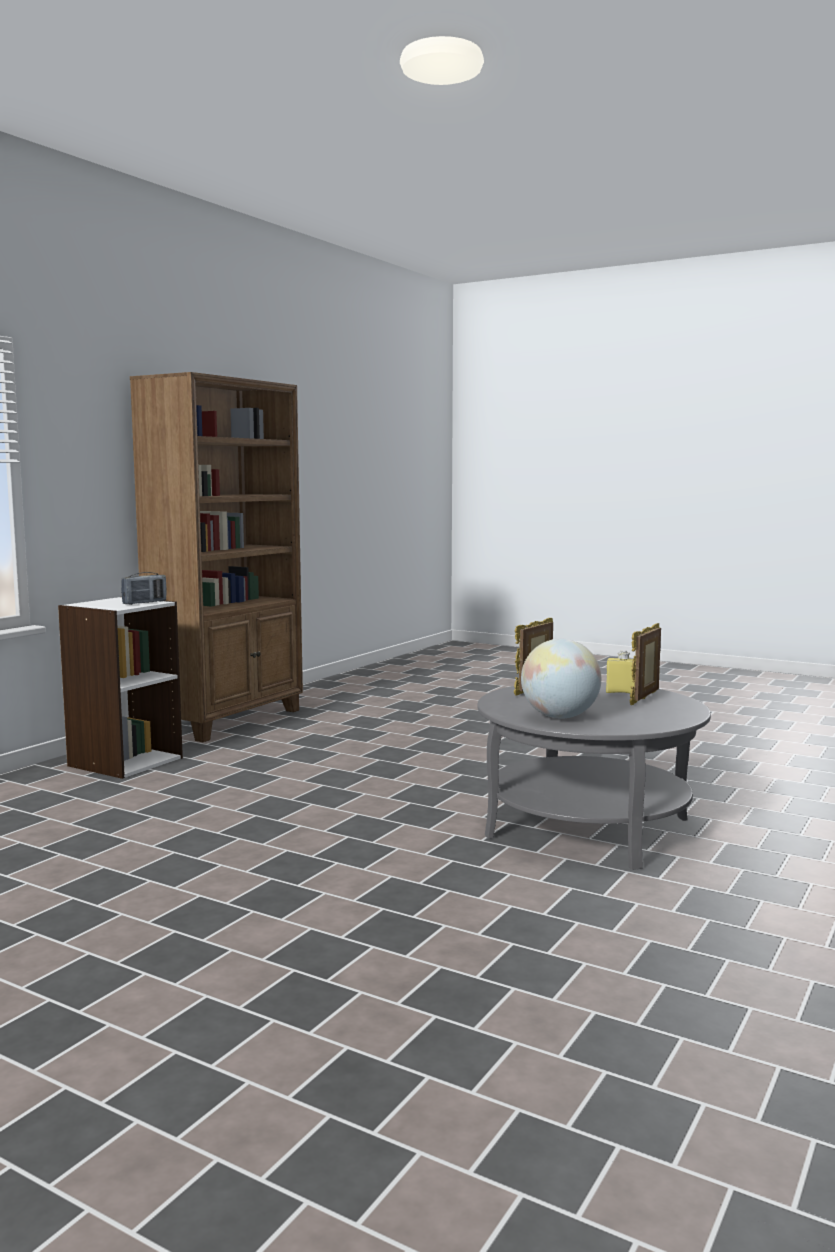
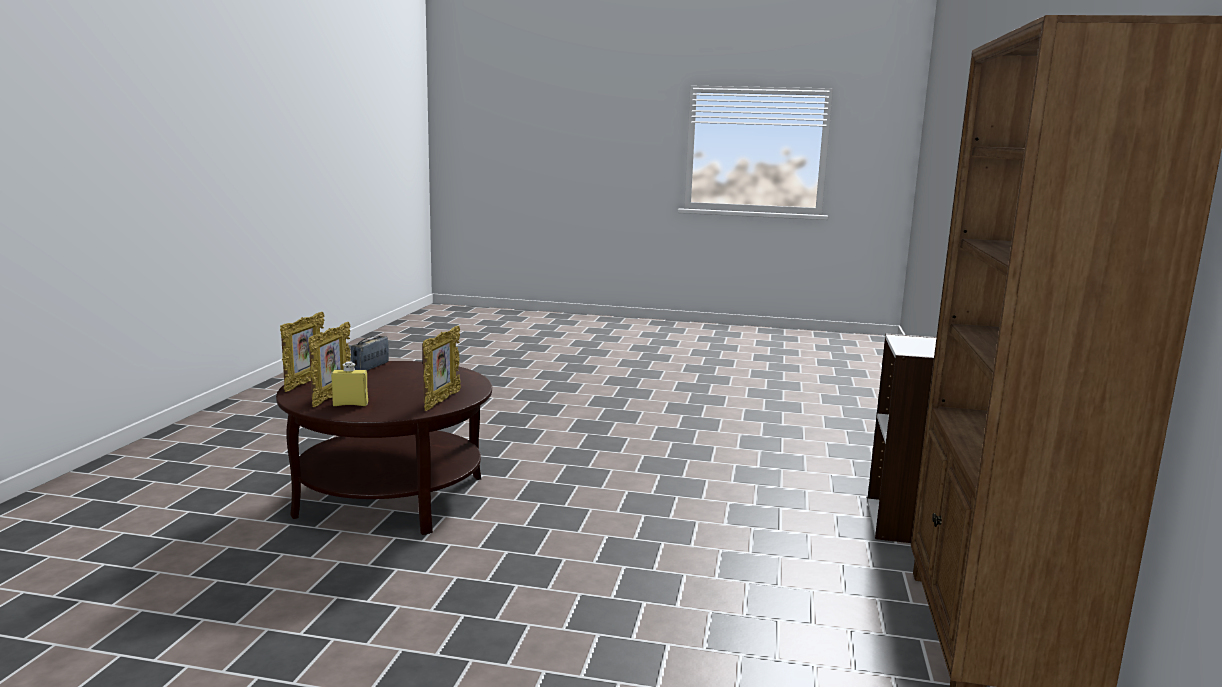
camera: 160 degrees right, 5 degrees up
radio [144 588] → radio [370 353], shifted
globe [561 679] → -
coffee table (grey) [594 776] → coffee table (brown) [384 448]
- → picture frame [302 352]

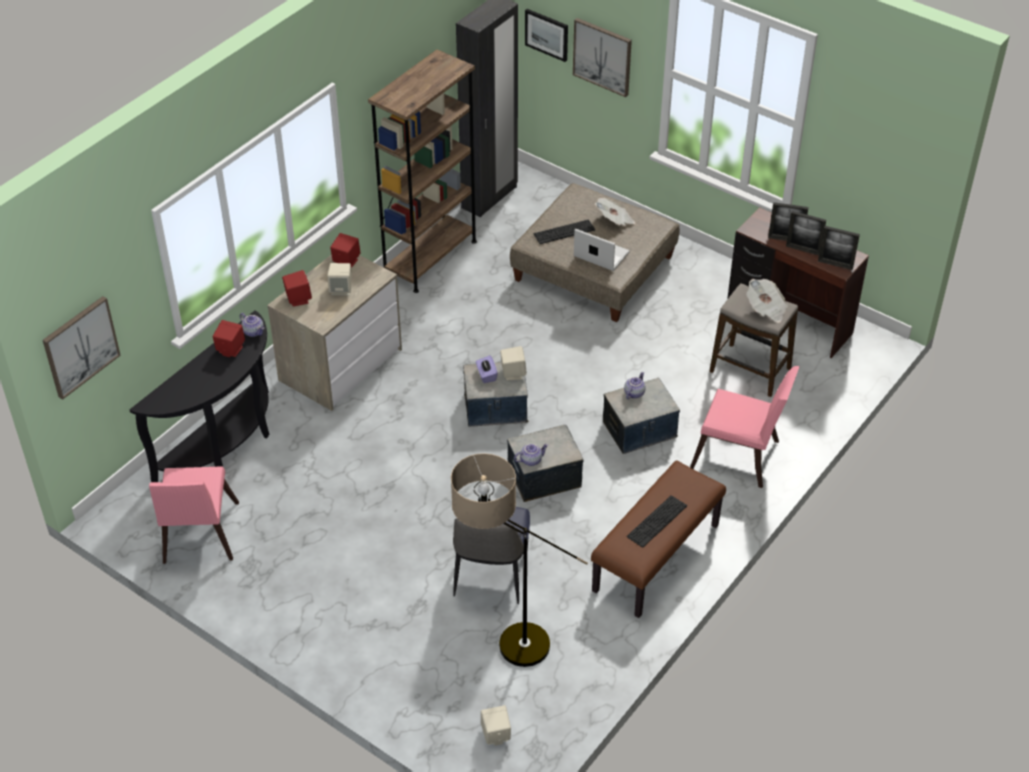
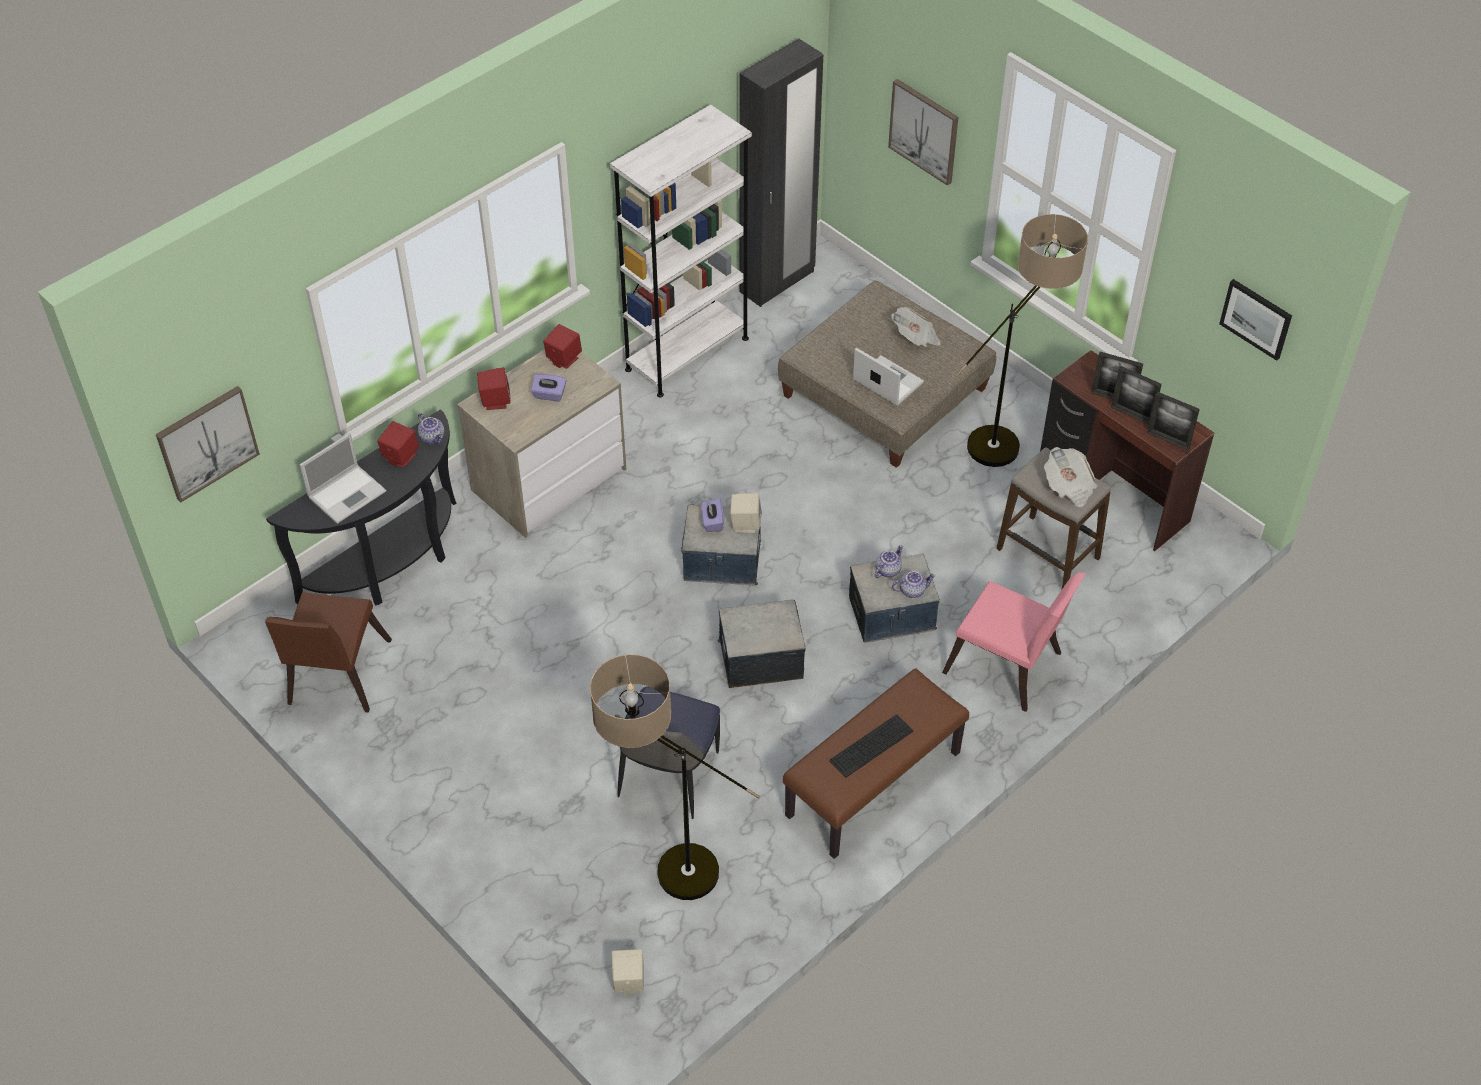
camera: 10 degrees right, 5 degrees up
picture [546 35] → picture [1255 320], shifted
bookcase (brown) [422 171] → bookcase (white) [681 250]
keyboard [564 232] → -
speaker (beige) [339 279] → tissue box (purple) [549 388]
teapot [531 455] → teapot [913 584], shifted
chair (pink) [194 515] → chair (brown) [328 652]
- → floor lamp [1022 340]
- → laptop [343 478]

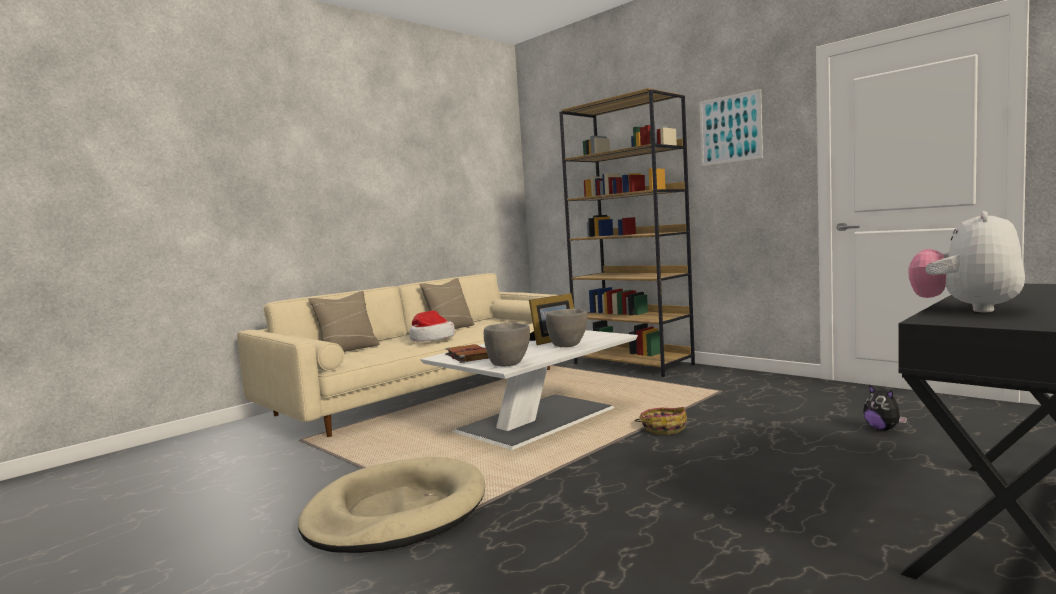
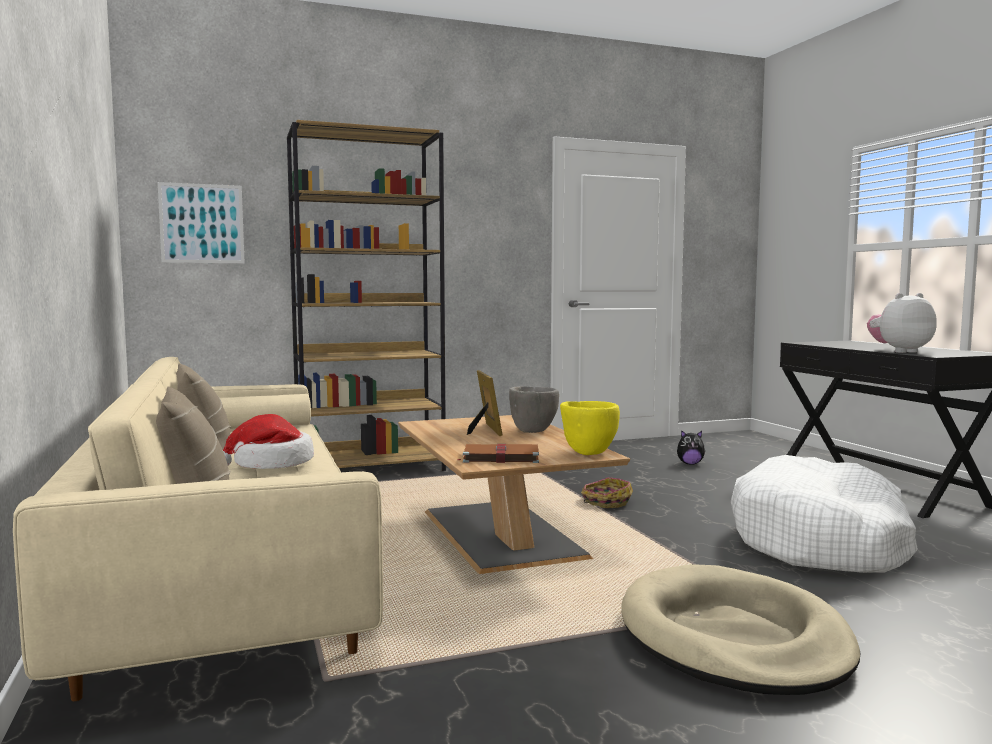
camera: 65 degrees left, 0 degrees up
picture [731 127] → picture [201 223], shifted
plush toy [966 261] → plush toy [902 323], 105 degrees clockwise
bowl (grey) [507 345] → bowl (yellow) [590 428]
coffee table (white) [529 390] → coffee table (brown) [514 494]
- → dog bed (white) [824 514]

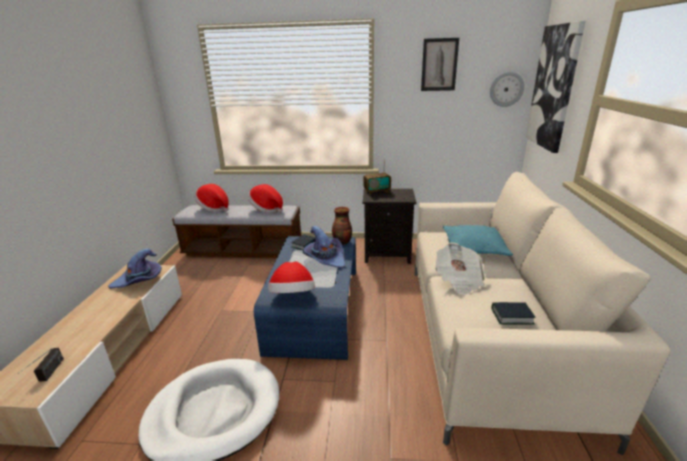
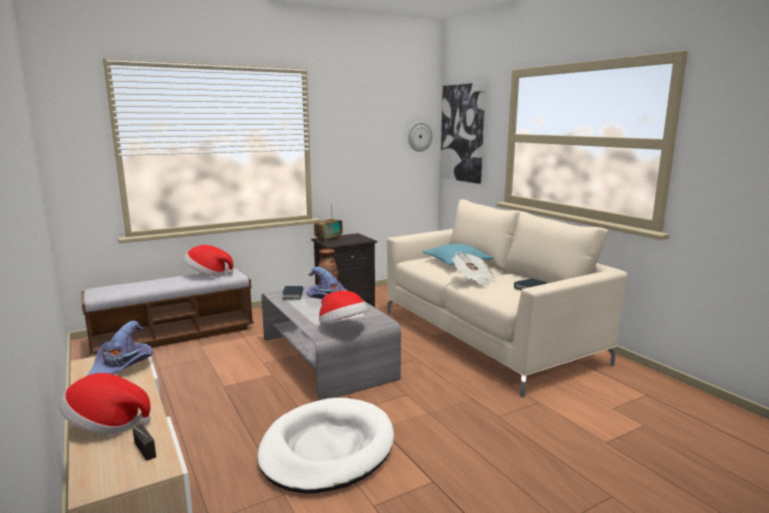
camera: 35 degrees left, 10 degrees down
picture [440 64] → -
hat [212 198] → hat [105 403], shifted
coffee table (blue) [305 298] → coffee table (grey) [331 343]

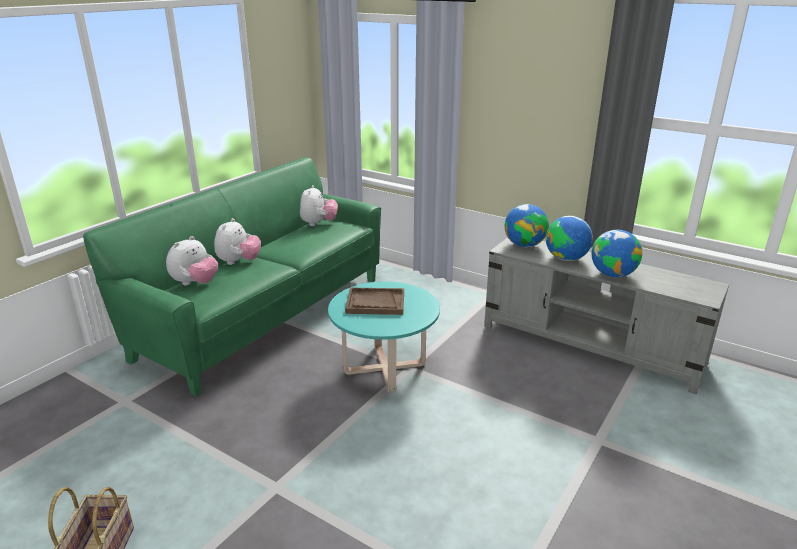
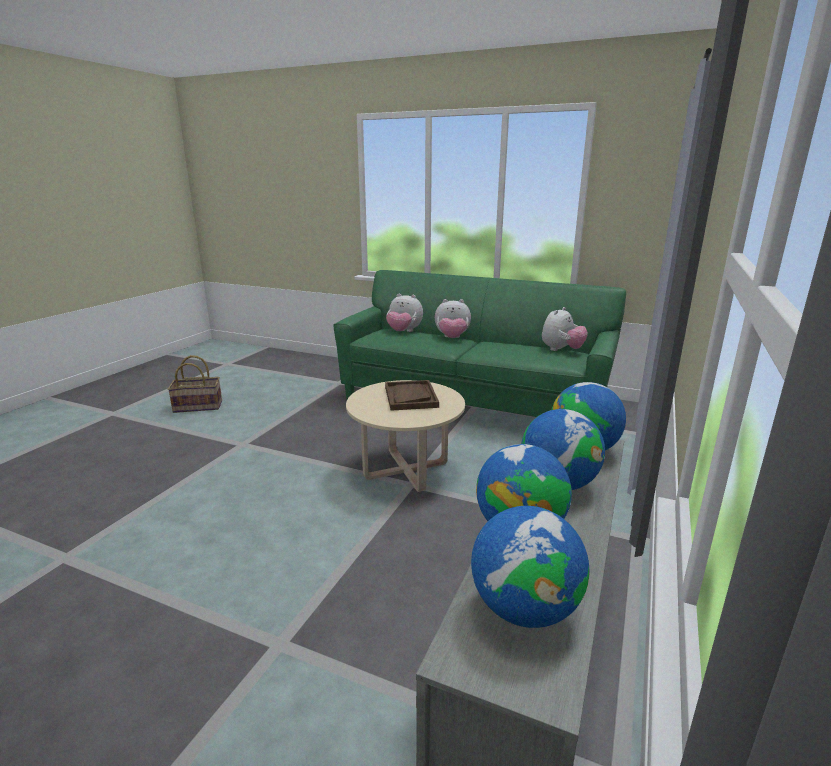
camera: 80 degrees right, 5 degrees down
plush toy [319 205] → plush toy [565 329], 45 degrees counterclockwise
coffee table (turquoise) [384 336] → coffee table (beige) [405 436]
- → globe [530 567]

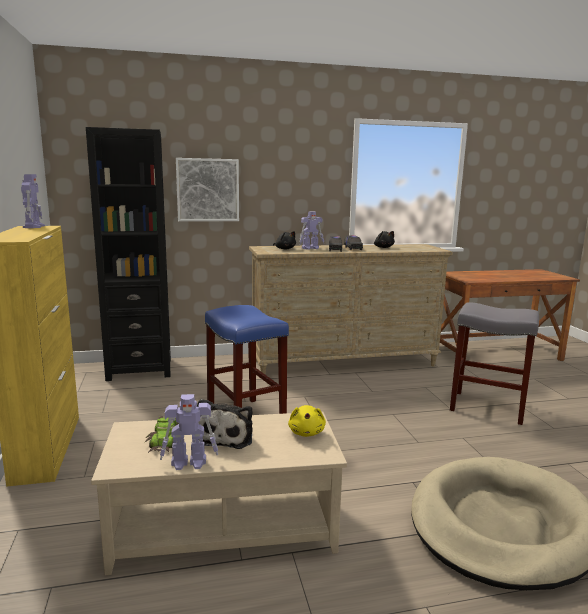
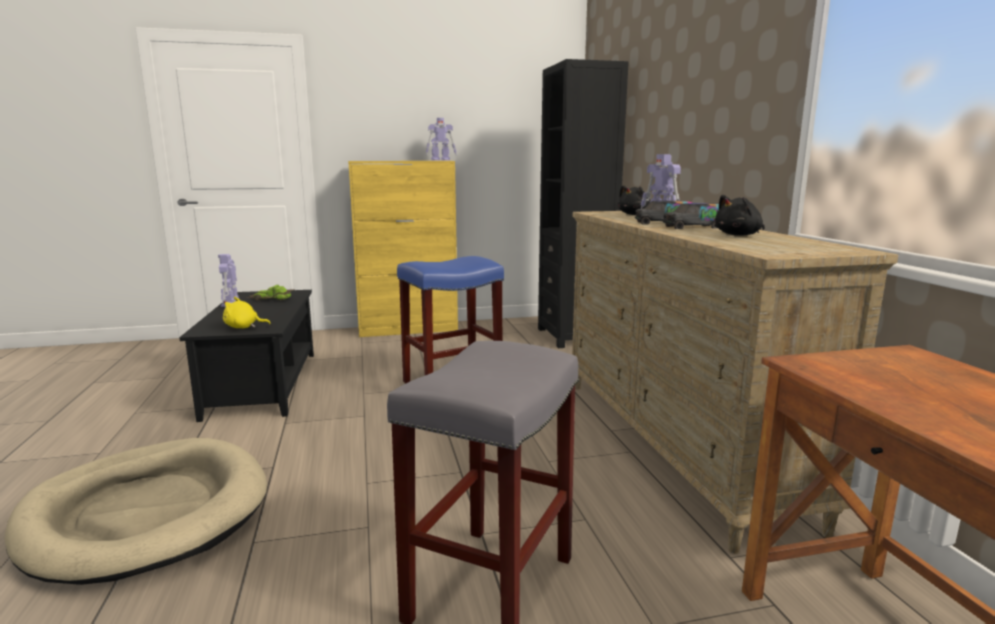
camera: 90 degrees right, 0 degrees up
picture [207 189] → -
plush toy [224 424] → -
coffee table (beige) [219 493] → coffee table (black) [246 356]

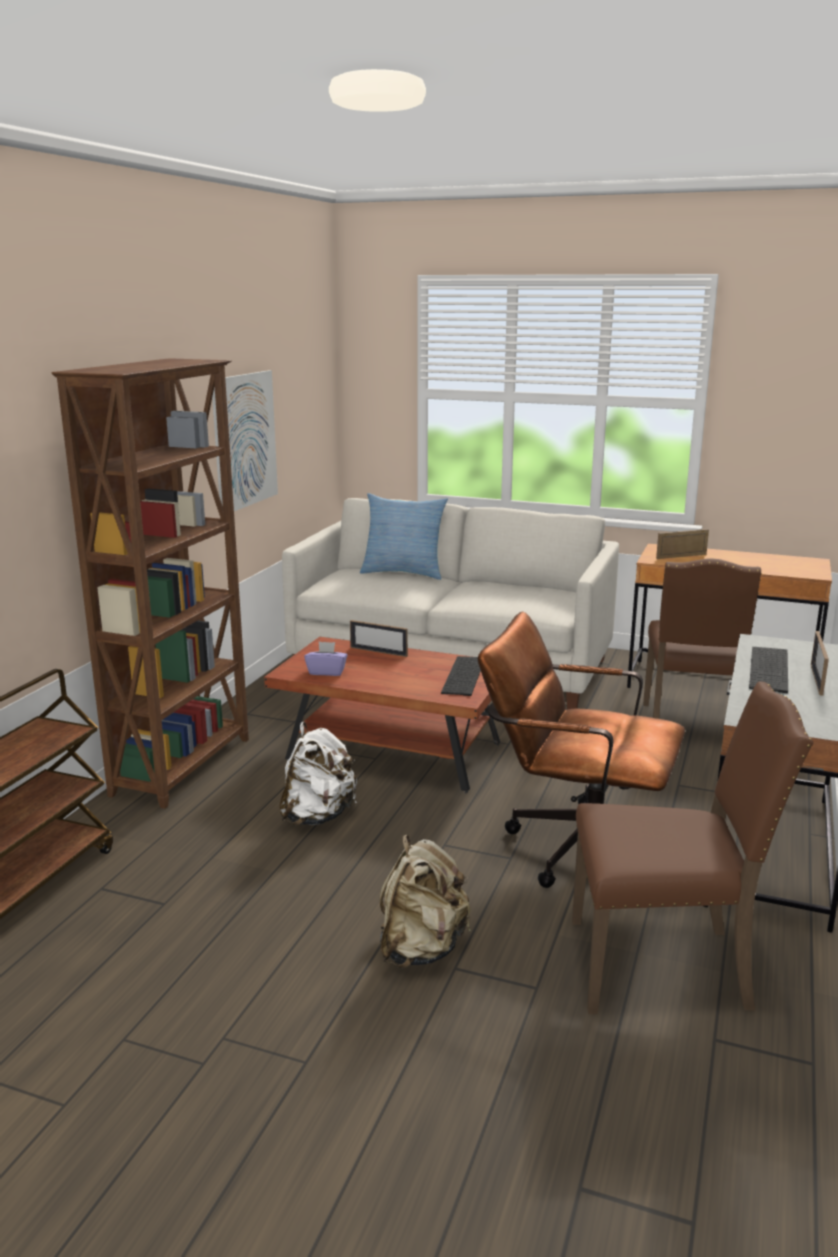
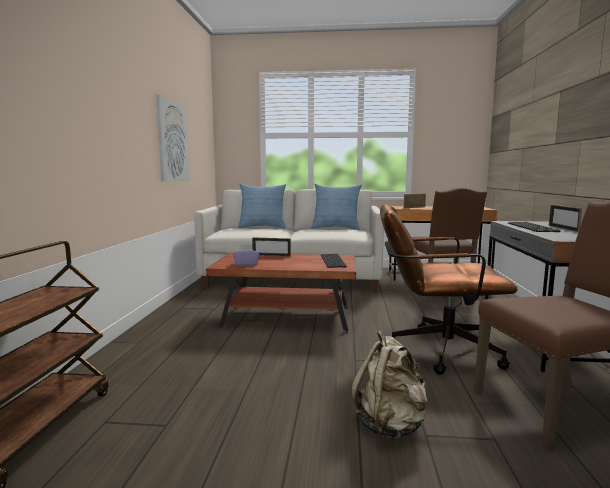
camera: 15 degrees left, 10 degrees down
bookcase (brown) [150 583] → -
backpack (white) [318 773] → -
- → pillow [336 207]

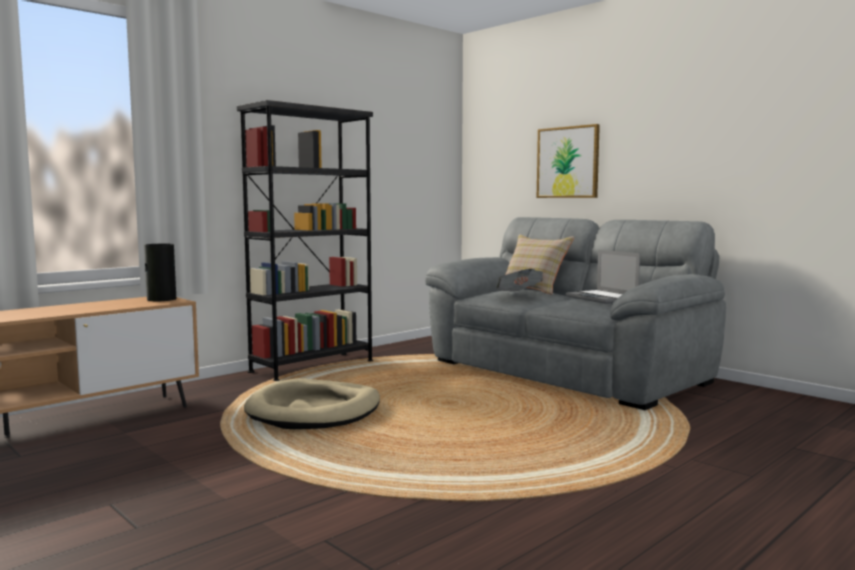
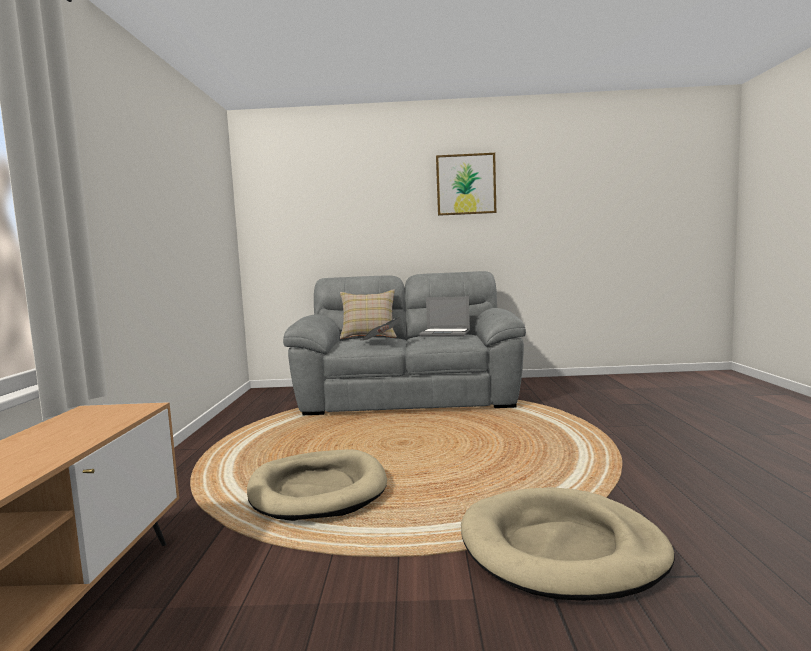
camera: 45 degrees left, 0 degrees up
bookcase (black) [305 240] → -
picture [568 161] → picture [466 184], shifted
vase [160 273] → -
- → dog bed (beige) [568 544]

